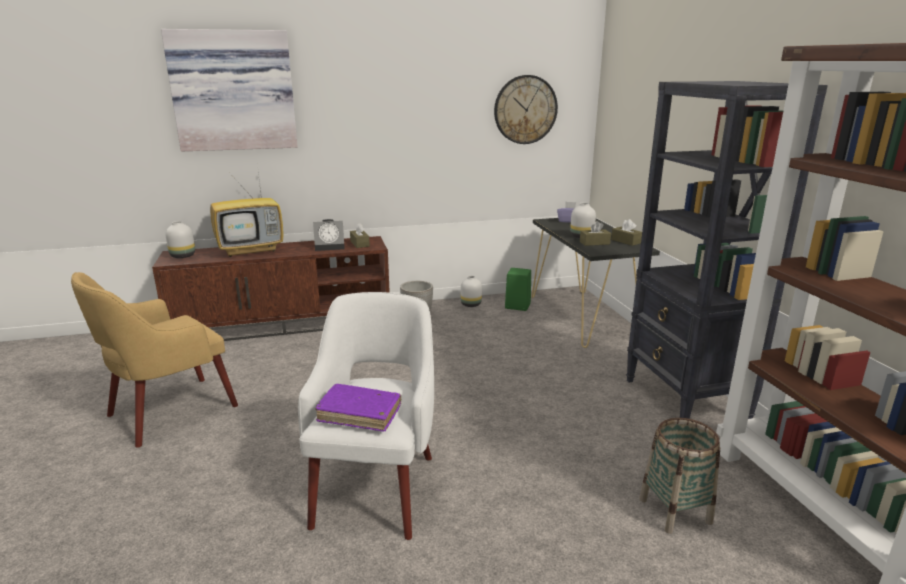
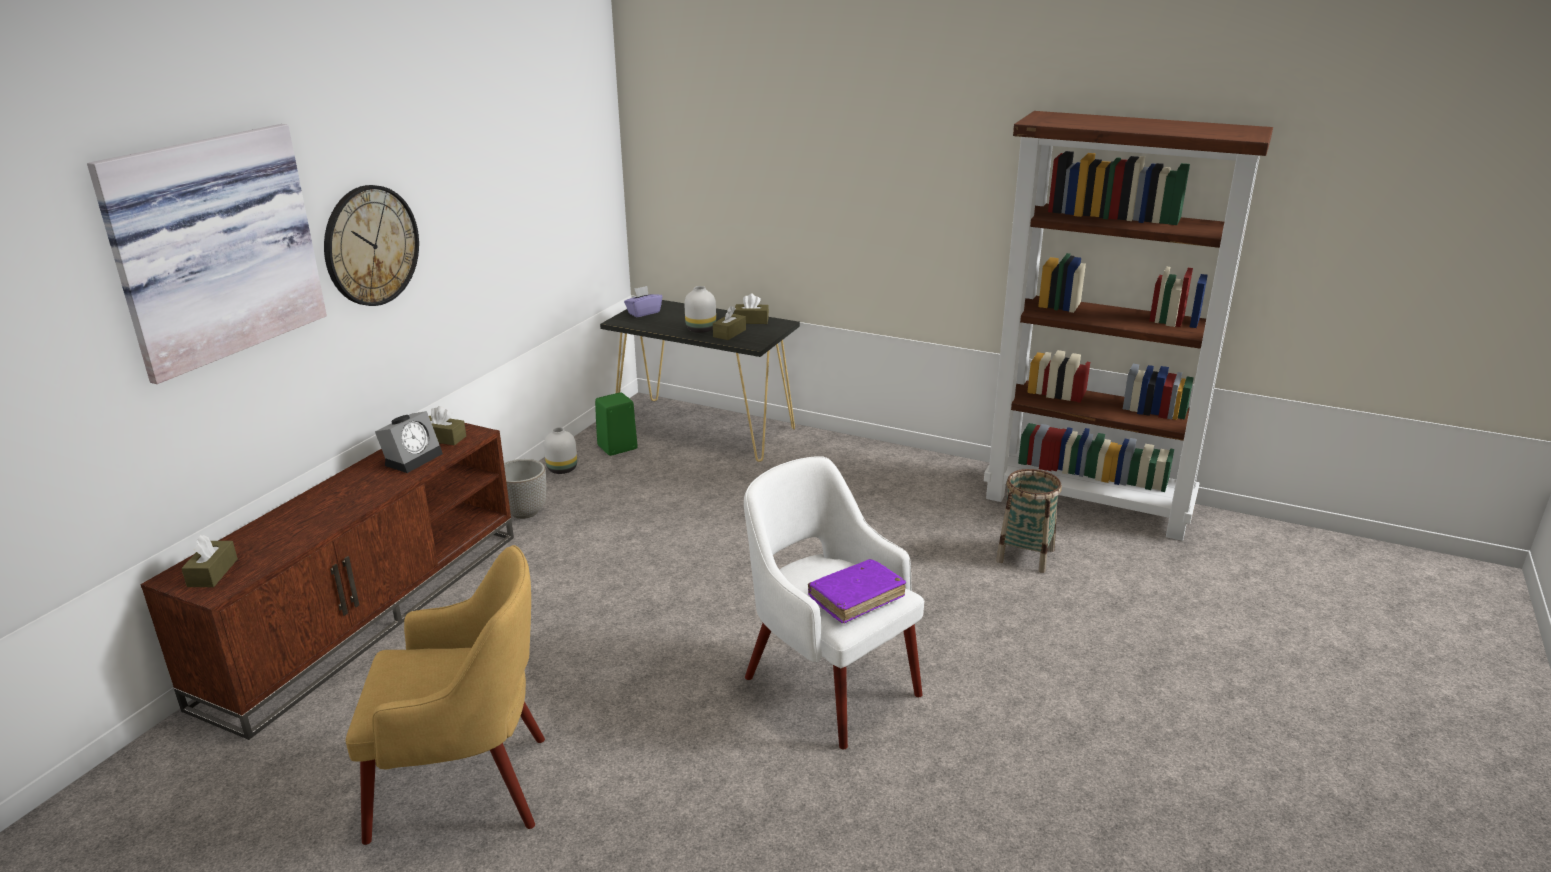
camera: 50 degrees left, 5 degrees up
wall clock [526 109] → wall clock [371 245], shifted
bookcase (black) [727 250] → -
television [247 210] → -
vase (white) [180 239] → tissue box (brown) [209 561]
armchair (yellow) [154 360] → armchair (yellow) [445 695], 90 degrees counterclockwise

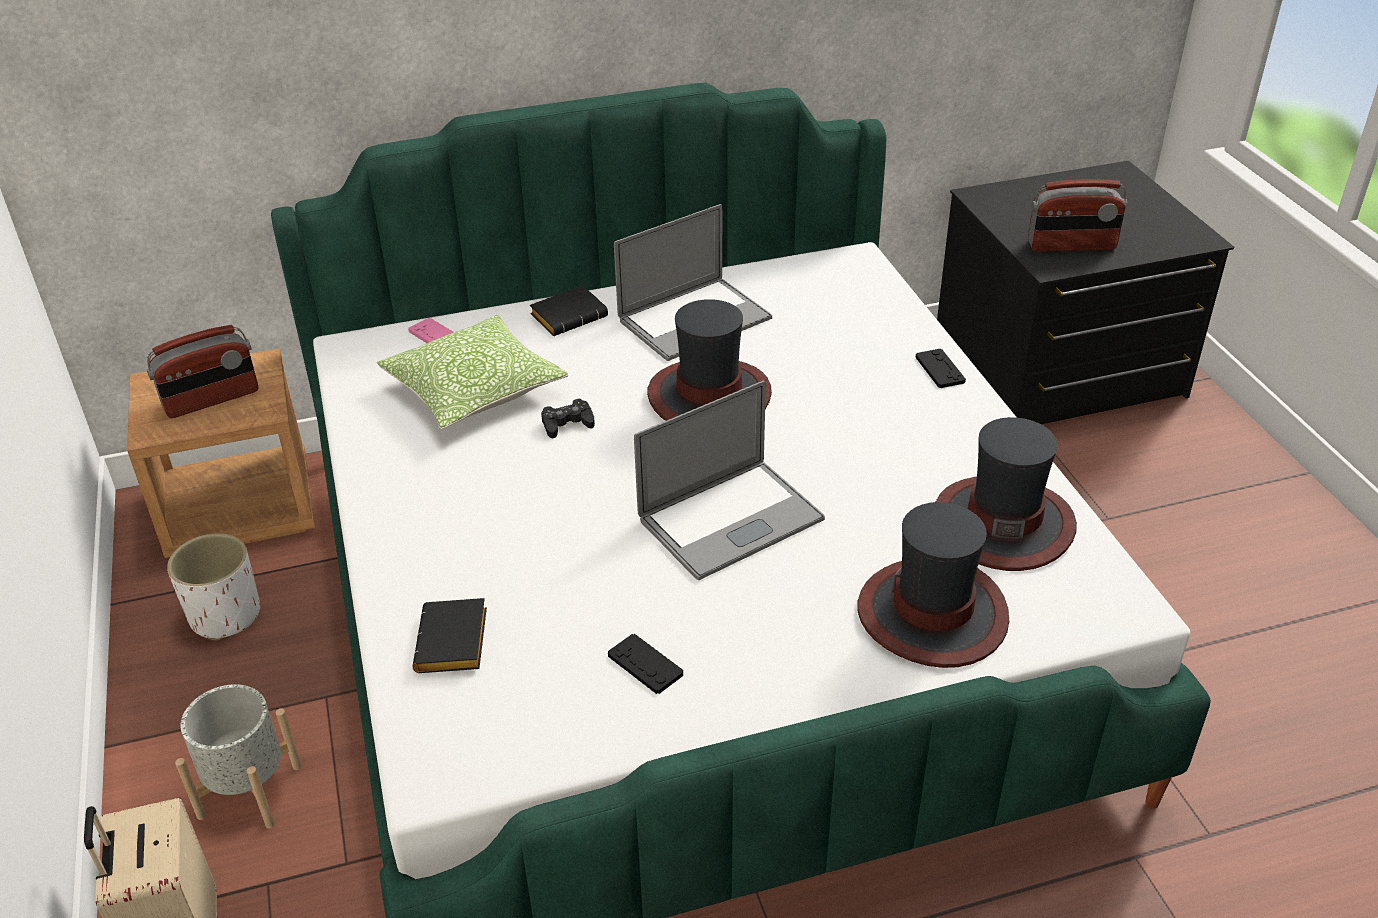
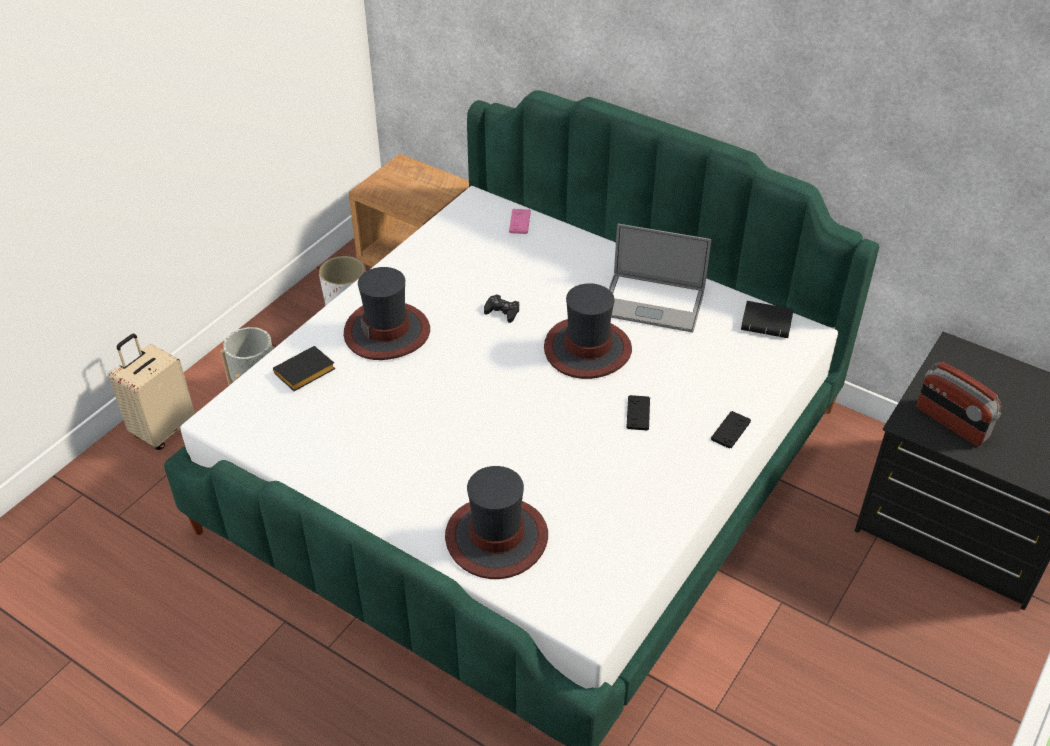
camera: 50 degrees right, 5 degrees up
book (black) [569 311] → book (black) [767 319], shifted
pillow [472 372] → -
radio [202 371] → -
laptop [729 480] → -
hat [1006 494] → hat [387 313], shifted
game controller (black) [645 664] → game controller (black) [638 413], shifted

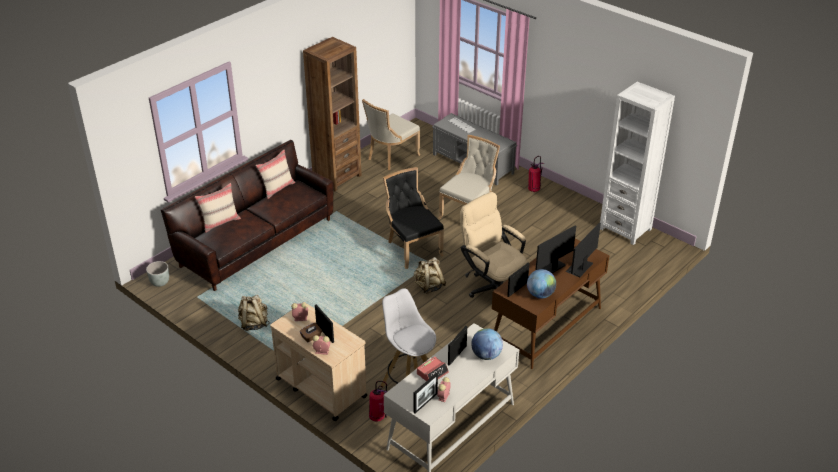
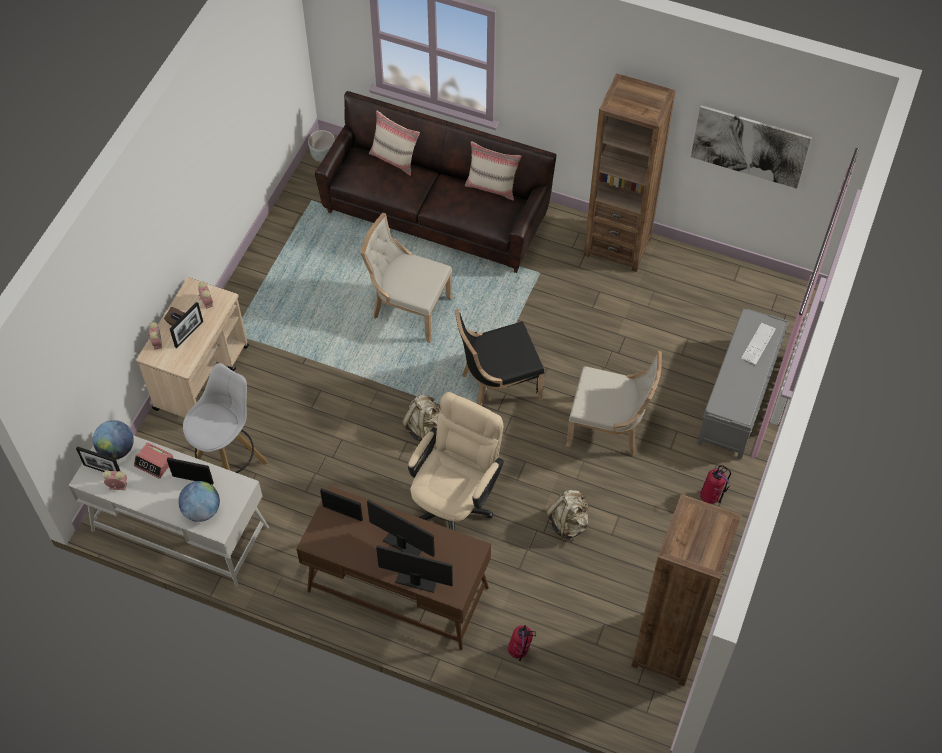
camera: 70 degrees right, 20 degrees up
bookcase (white) [637 163] → bookcase (brown) [686 590]
chair (beige) [391 134] → chair (beige) [407 278], shifted
chair (black) [413 218] → chair (black) [499 357], 150 degrees counterclockwise
globe [541 284] → globe [113 440], shifted
backpack (beige) [253 313] → backpack (beige) [567 516], shifted
fire extinguisher [378 401] → fire extinguisher [522 643], shifted
- → picture [751 147]

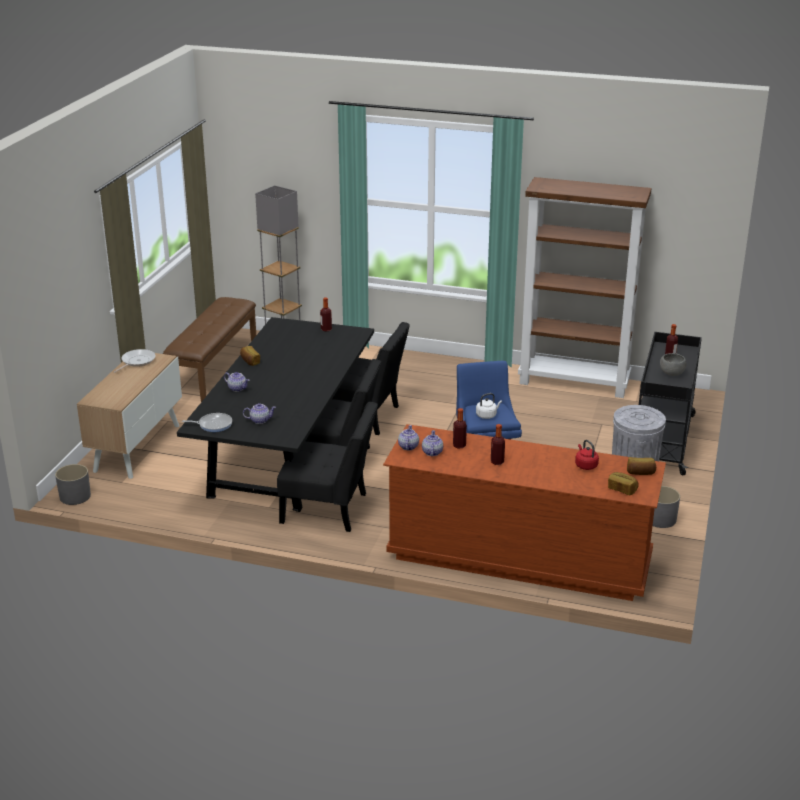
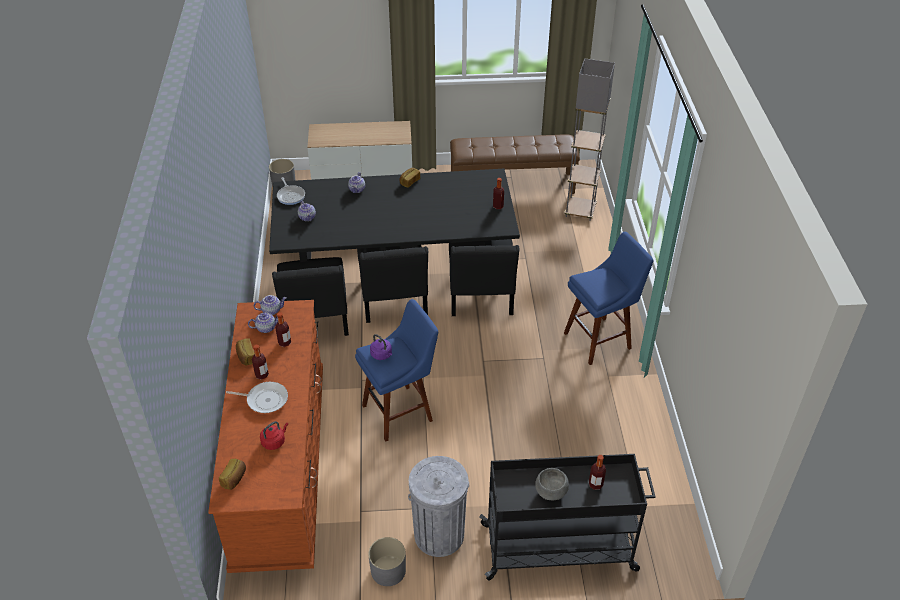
camera: 70 degrees right, 15 degrees up
bookcase (brown) [585 287] → -
frying pan [135 361] → frying pan [257 397], shifted
kettle (white) [489 406] → kettle (purple) [381 347]
bread [641 466] → bread [245 351], shifted
- → stool (blue) [609 298]

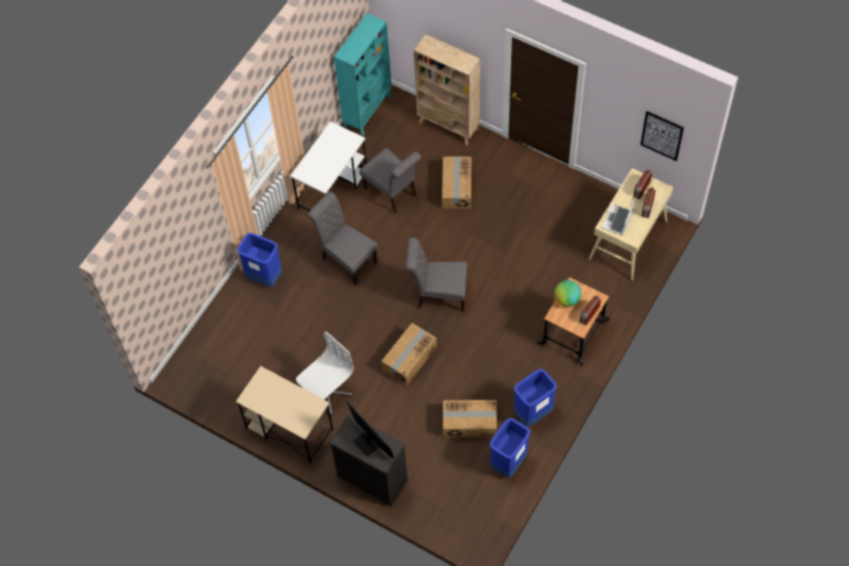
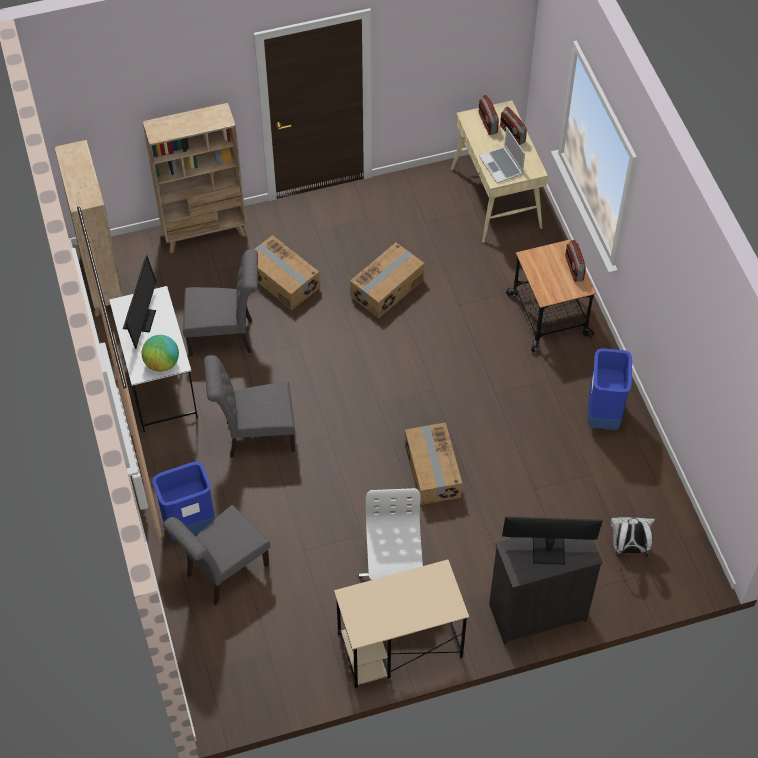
camera: 50 degrees left, 5 degrees down
bookcase (turquoise) [363 74] → bookcase (beige) [89 228]
picture [662 136] → -
chair (grey) [436 275] → chair (grey) [216 555], shifted
globe [567 293] → globe [160 353], shifted
cardboard box [470 419] → cardboard box [387 280], shifted
trash can (blue) [510 448] → -
- → monitor [139 302]
- → backpack (white) [632 537]

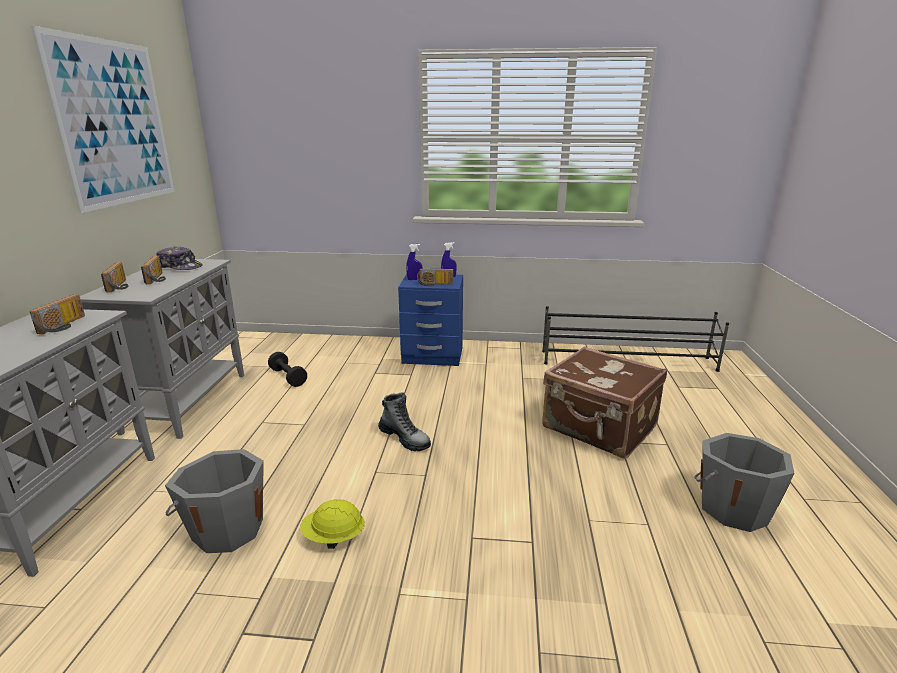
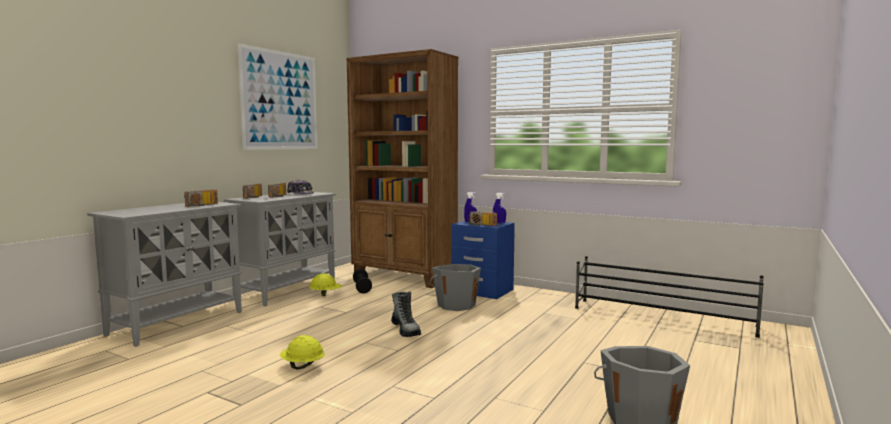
camera: 25 degrees right, 15 degrees down
suitcase (brown) [604 402] → -
bucket (grey) [214 501] → bucket (grey) [455 287], shifted
- → bookcase (brown) [402 168]
- → hard hat (yellow) [325 284]

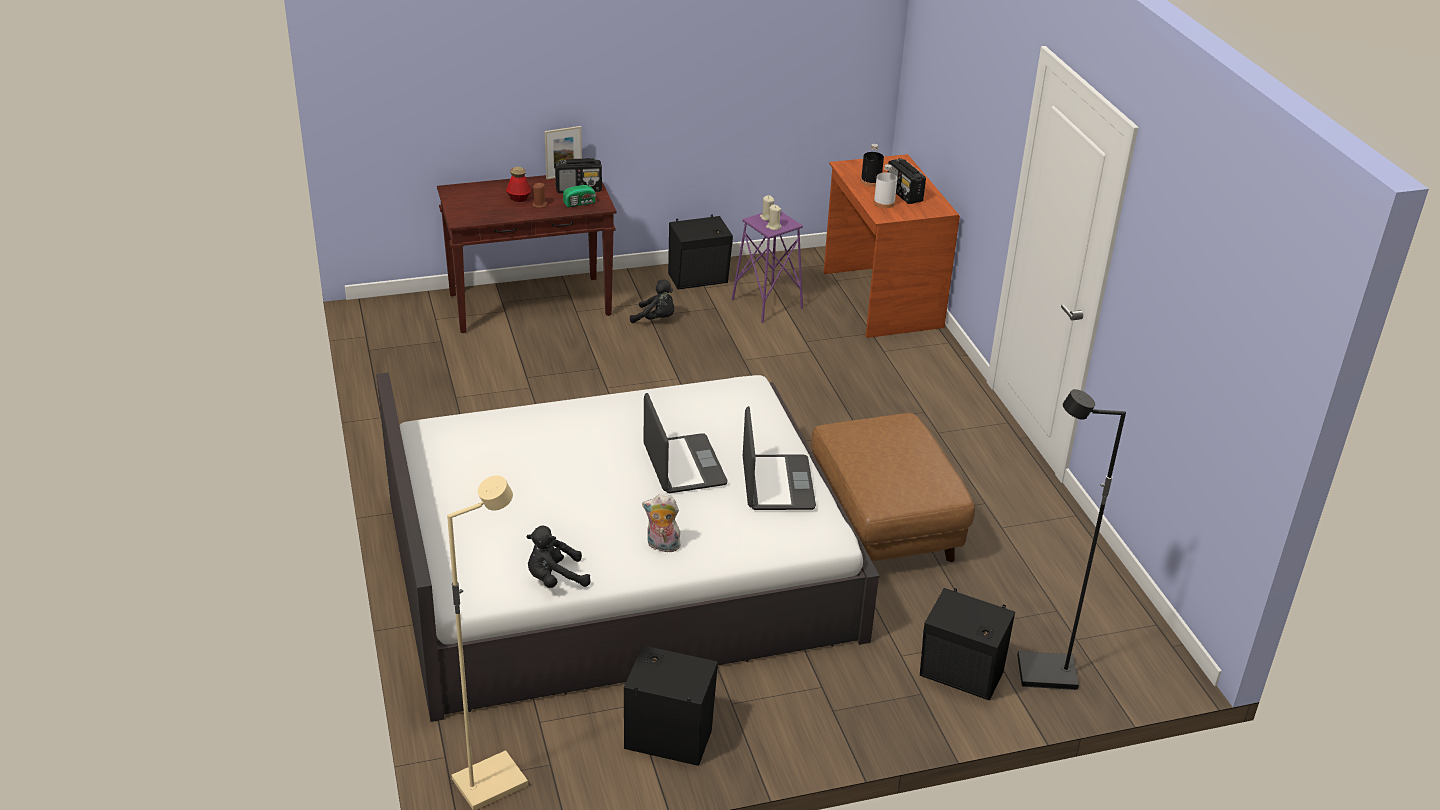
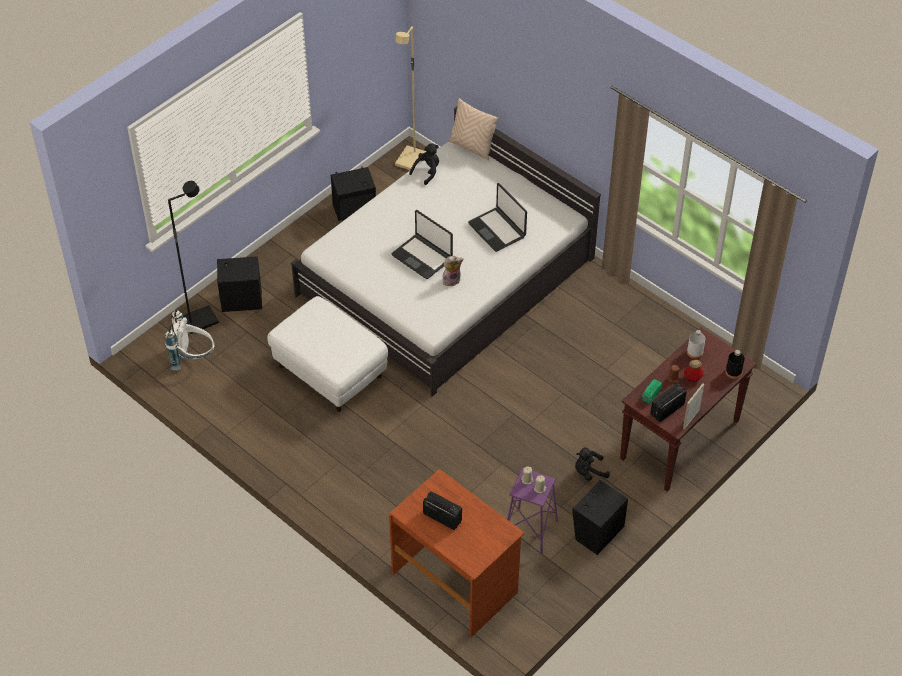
camera: 150 degrees right, 15 degrees up
bottle (black) [872 165] → bottle (black) [735 364], shifted
bottle (white) [885 186] → bottle (white) [696 344], shifted
laptop [779 458] → laptop [497 217], shifted
ottoman (brown) [893 487] → ottoman (white) [327 354]
plush toy [662 523] → plush toy [453 271], shifted
- → pillow (beige) [473 129]
- → backpack (white) [190 340]

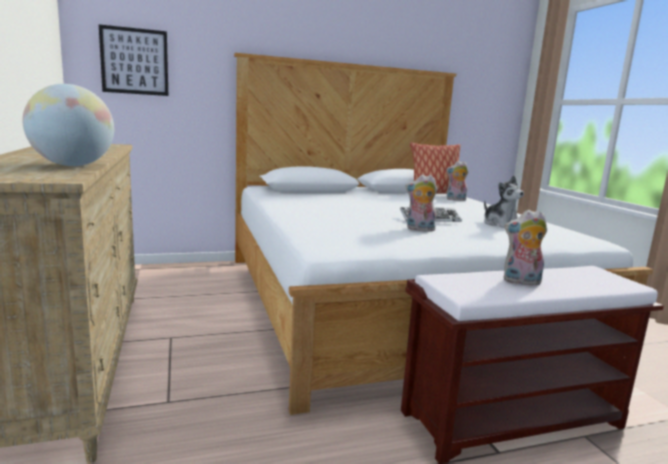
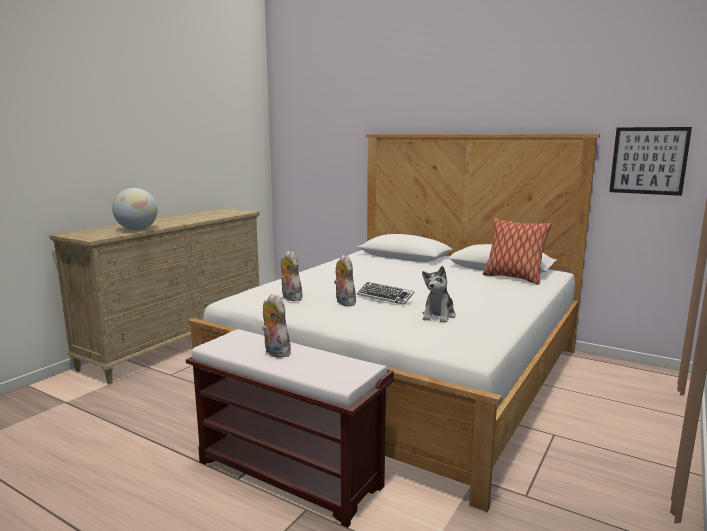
camera: 50 degrees right, 0 degrees up
picture [134 60] → picture [650 161], shifted
plush toy [457 181] → plush toy [291 276], shifted

